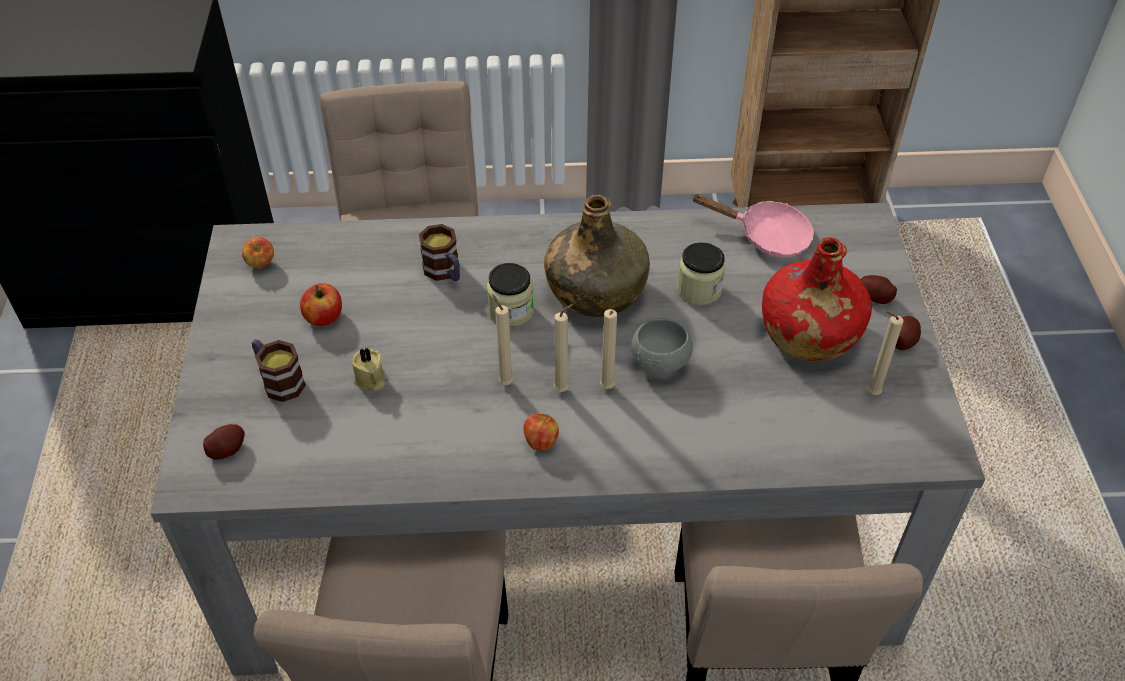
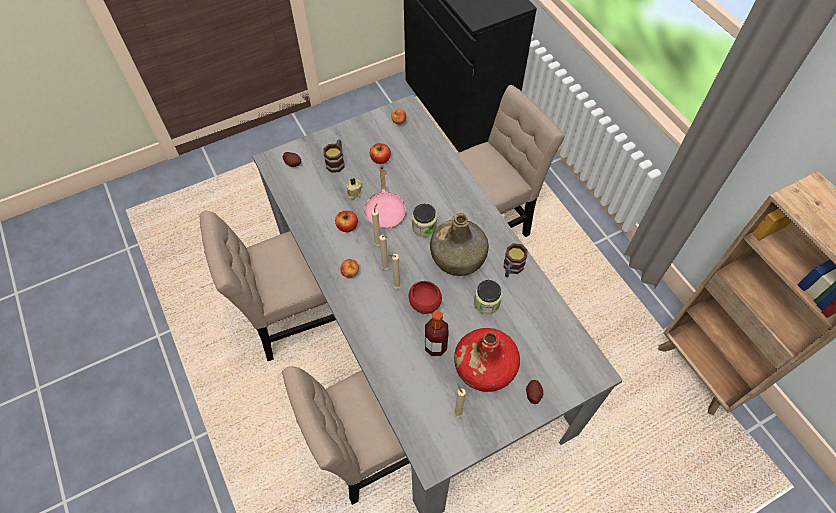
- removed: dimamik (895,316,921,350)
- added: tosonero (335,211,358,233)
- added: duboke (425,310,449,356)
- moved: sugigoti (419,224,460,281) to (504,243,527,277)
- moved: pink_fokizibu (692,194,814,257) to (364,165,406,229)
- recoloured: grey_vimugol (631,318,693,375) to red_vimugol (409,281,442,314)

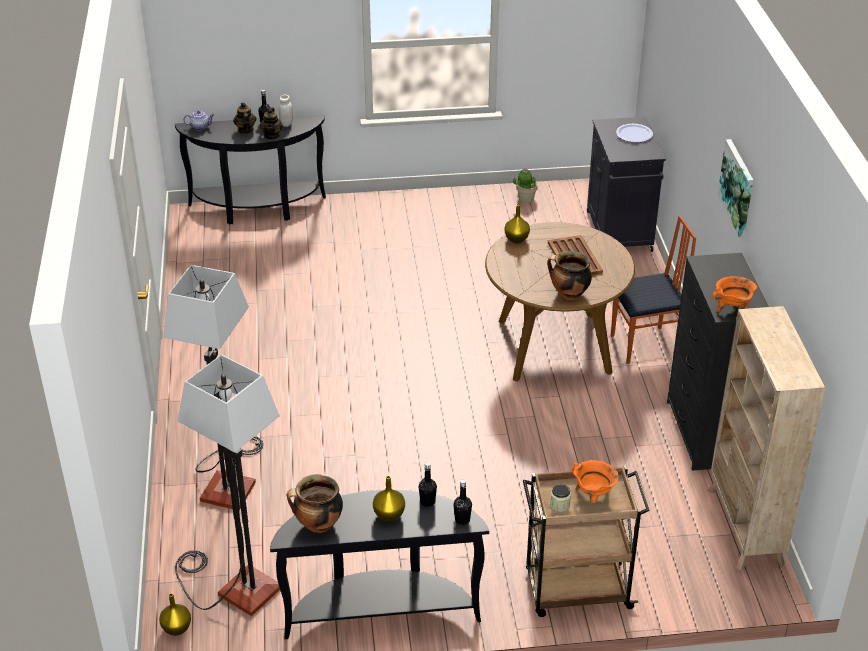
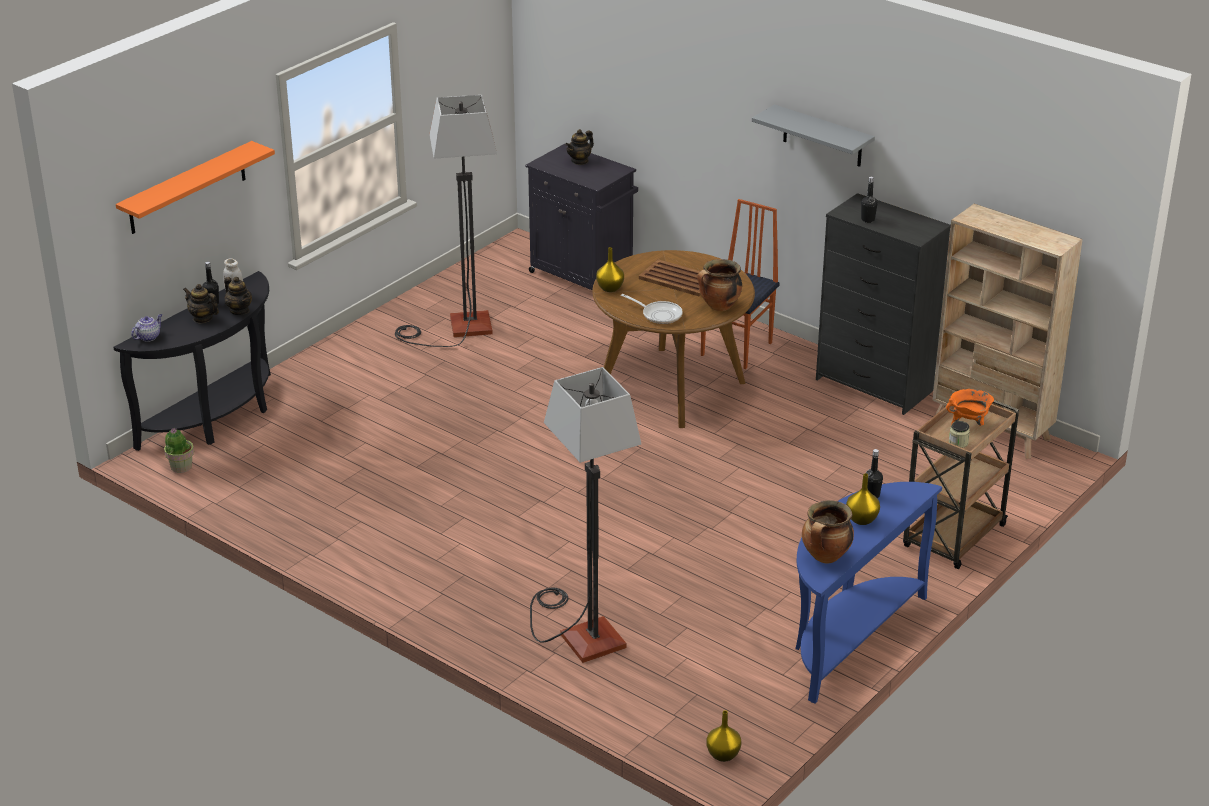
- removed: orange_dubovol (712,276,757,314)
- added: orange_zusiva (116,141,275,234)
- added: fokizibu (621,294,683,324)
- moved: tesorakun (175,354,280,616) to (395,95,497,347)
- moved: black_duboke (454,480,472,525) to (861,177,878,223)
- moved: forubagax (513,168,538,203) to (164,428,194,473)
- replaced: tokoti (616,124,653,143) to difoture (565,129,594,165)
- replaced: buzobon (718,139,753,237) to grey_zusiva (752,104,875,167)
- recoloured: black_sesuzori (270,490,489,639) to blue_sesuzori (795,482,942,703)

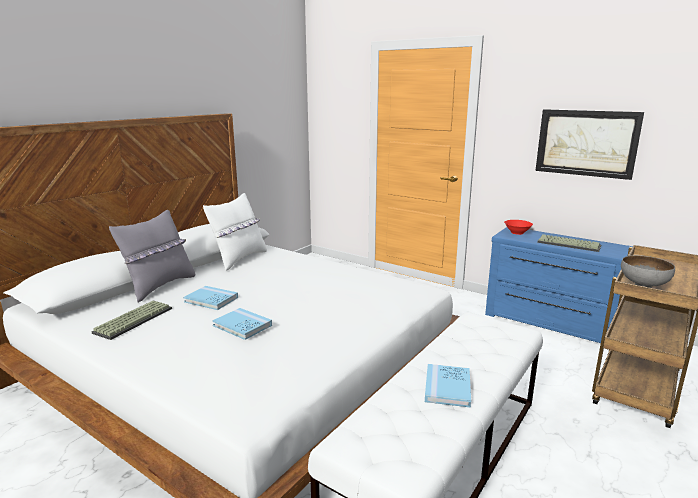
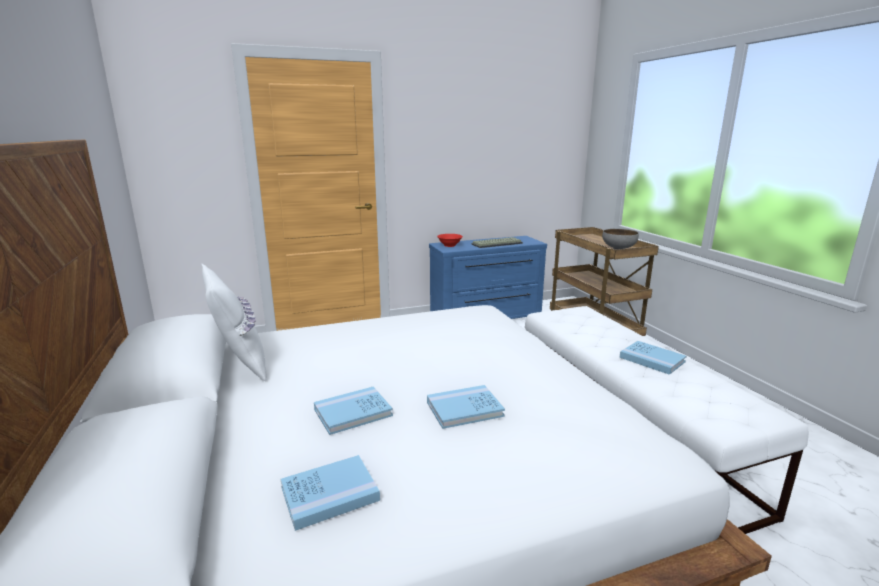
- removed: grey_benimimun (109,210,195,302)
- removed: buzobon (535,109,644,180)
- replaced: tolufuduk (92,301,172,340) to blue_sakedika (281,455,380,531)

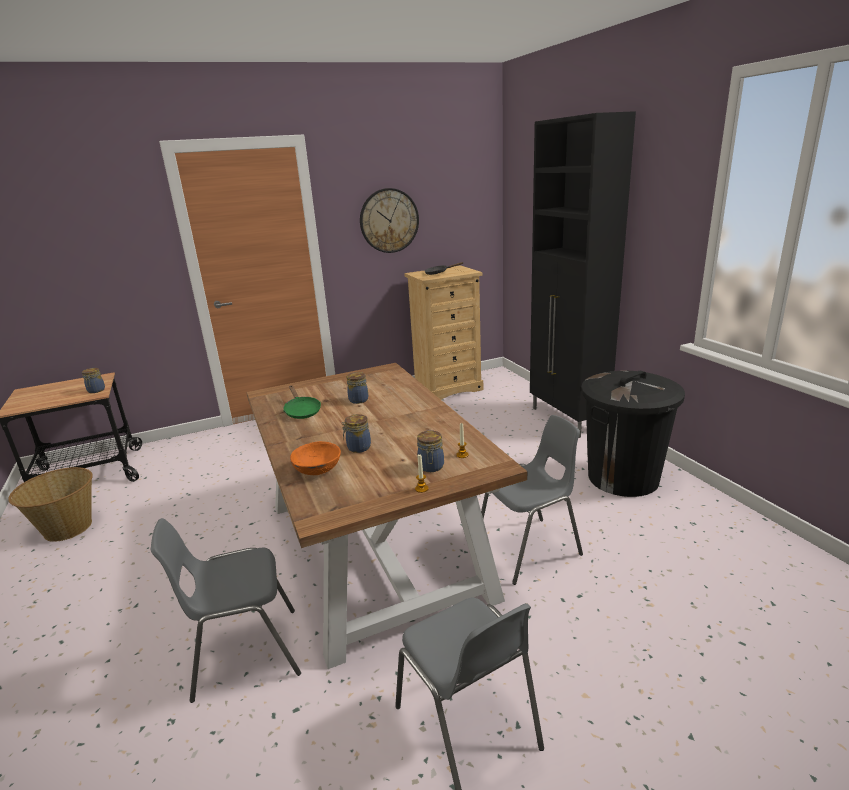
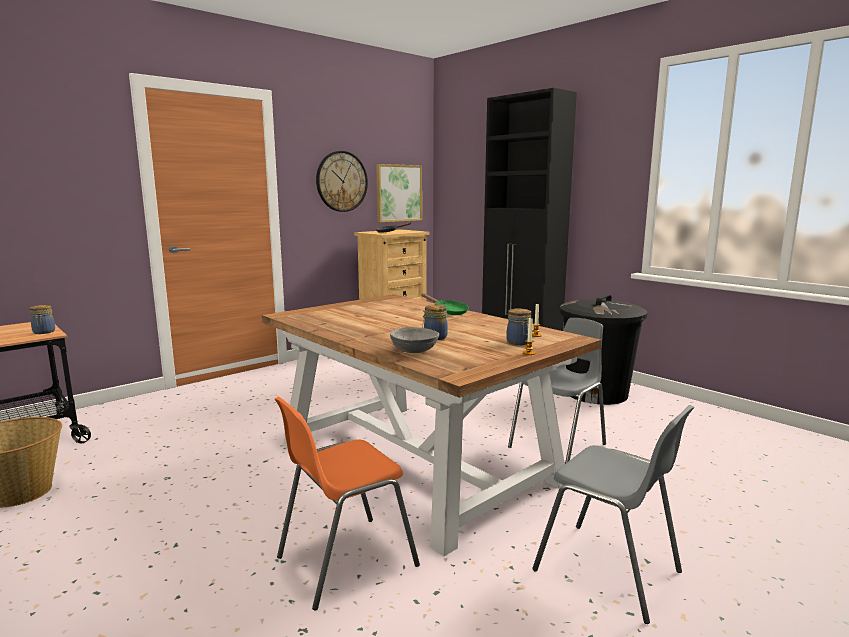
- removed: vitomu (347,372,368,404)
- added: buzobon (376,164,422,222)
- moved: green_fokizibu (283,385,321,419) to (422,294,469,315)
- recoloured: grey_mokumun (151,518,301,703) to orange_mokumun (275,397,420,610)
- recoloured: orange_vimugol (290,441,341,475) to grey_vimugol (390,327,439,353)

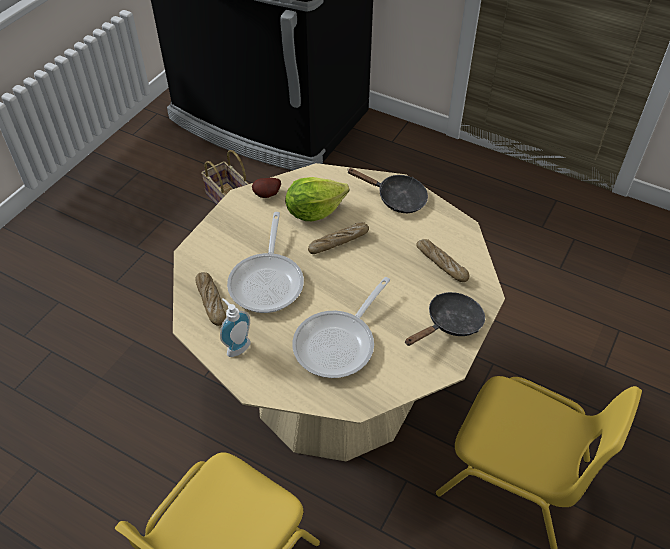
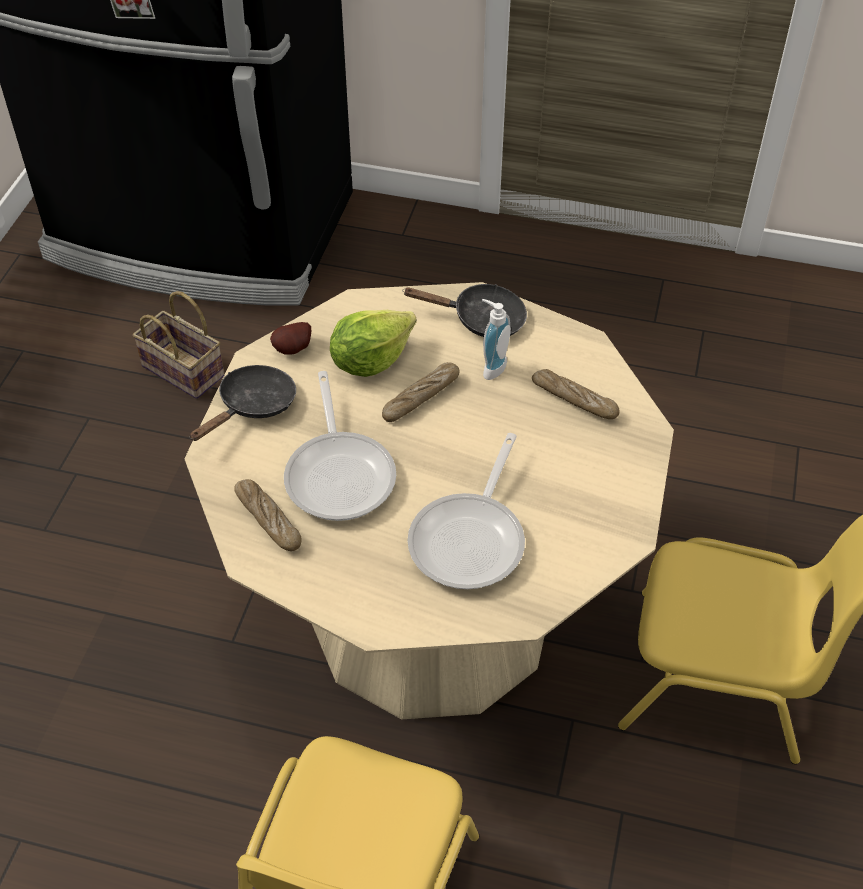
- moved: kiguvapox (220,298,251,357) to (482,299,511,380)
- moved: black_fokizibu (405,292,485,346) to (189,365,296,441)

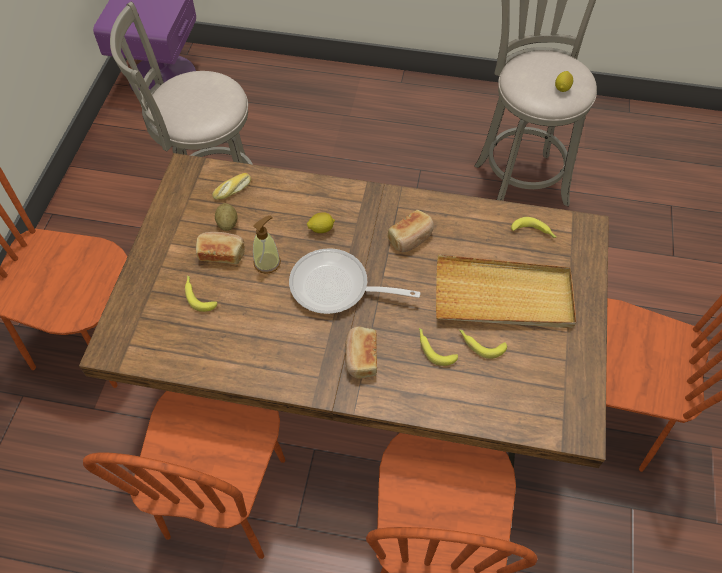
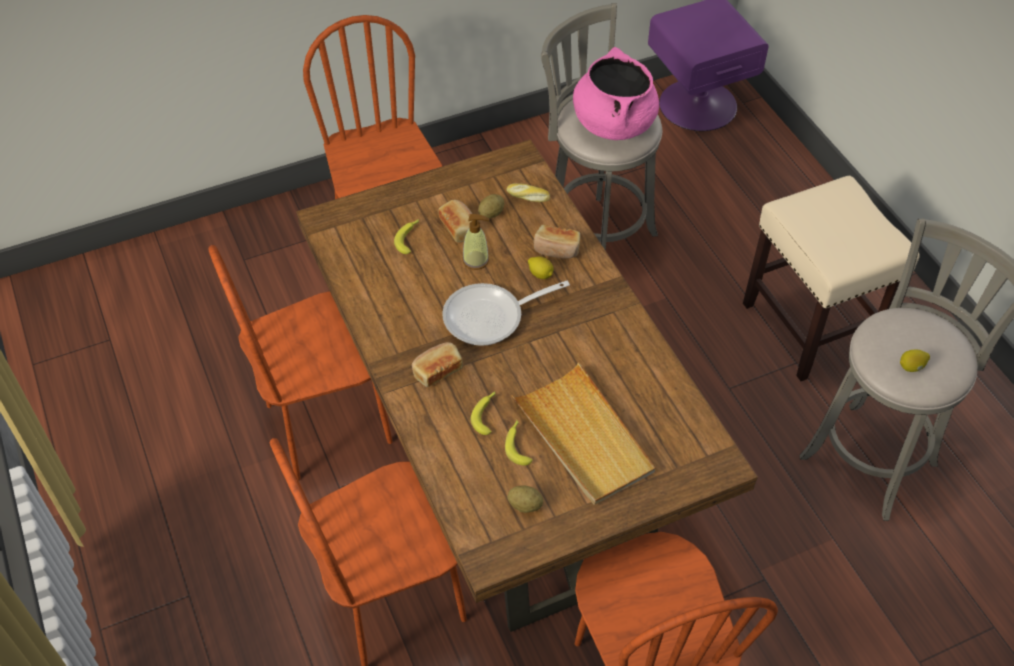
- removed: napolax (511,217,556,238)
- added: dimamik (507,485,543,513)
- added: pink_dubovol (573,47,659,140)
- added: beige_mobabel (743,176,920,381)
- moved: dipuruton (387,210,434,252) to (534,224,580,259)
- turned: fokizibu (289,248,421,314) = (442,281,570,346) 90 degrees counterclockwise

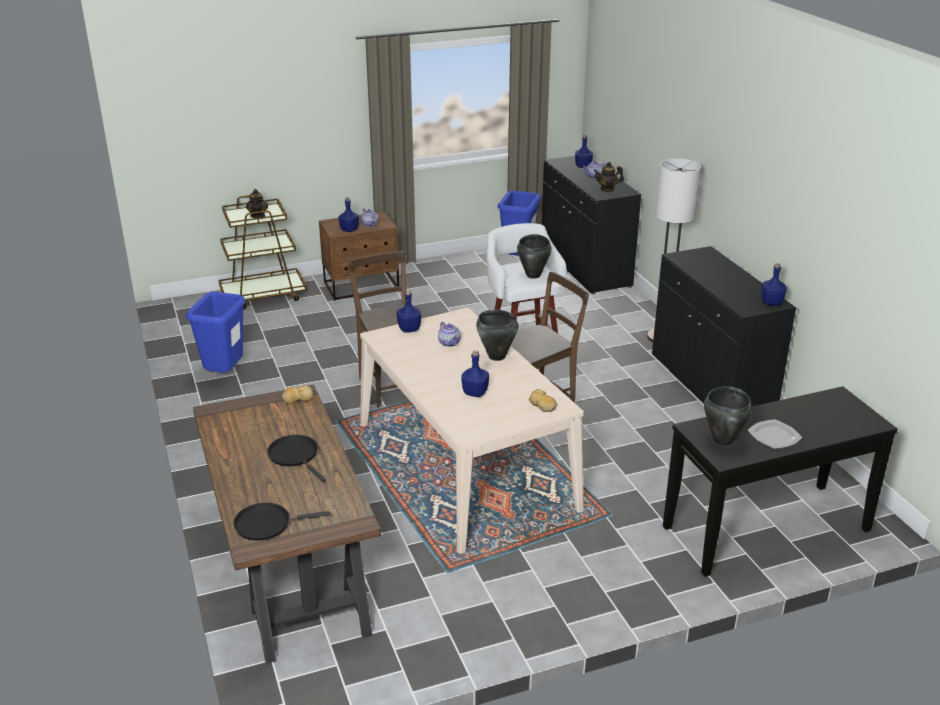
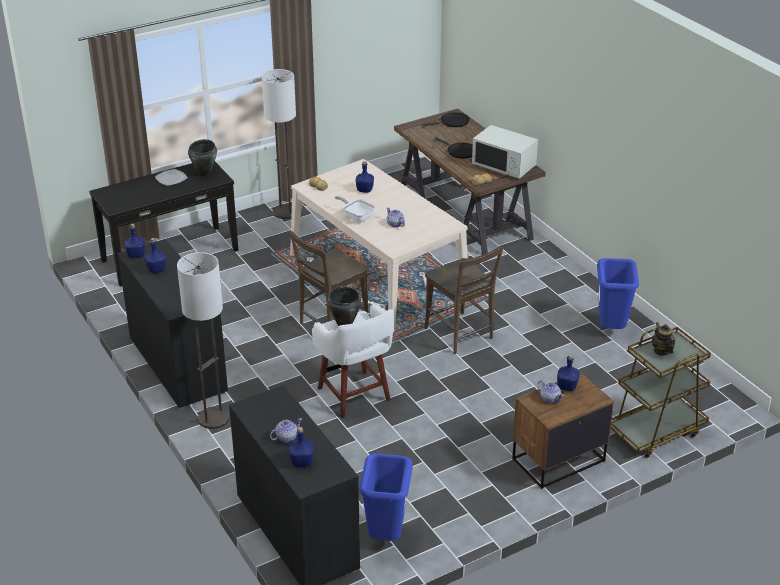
- removed: difoture (594,162,624,192)
- added: tesorakun (262,69,296,219)
- added: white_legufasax (472,125,538,179)
- moved: blue_duboke (397,290,421,333) to (144,238,166,274)
- replaced: black_dubovol (476,309,518,361) to fokizibu (335,196,375,223)

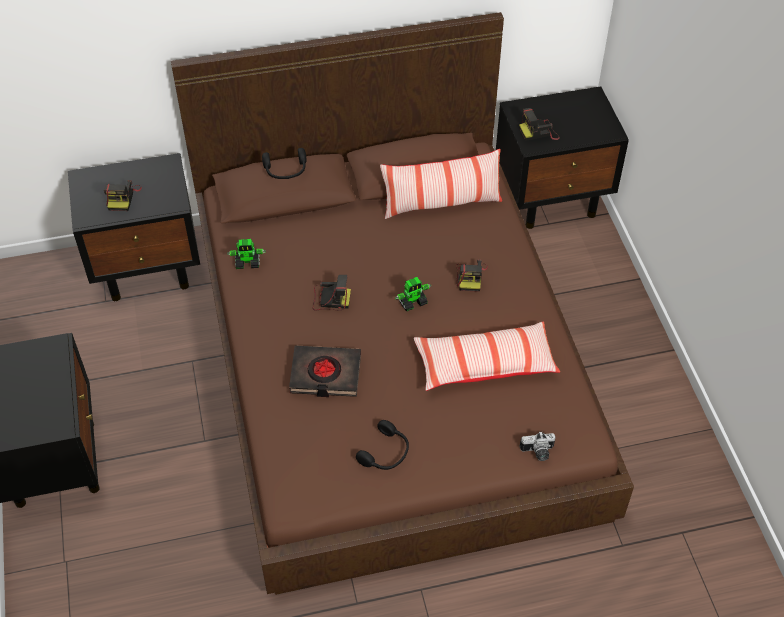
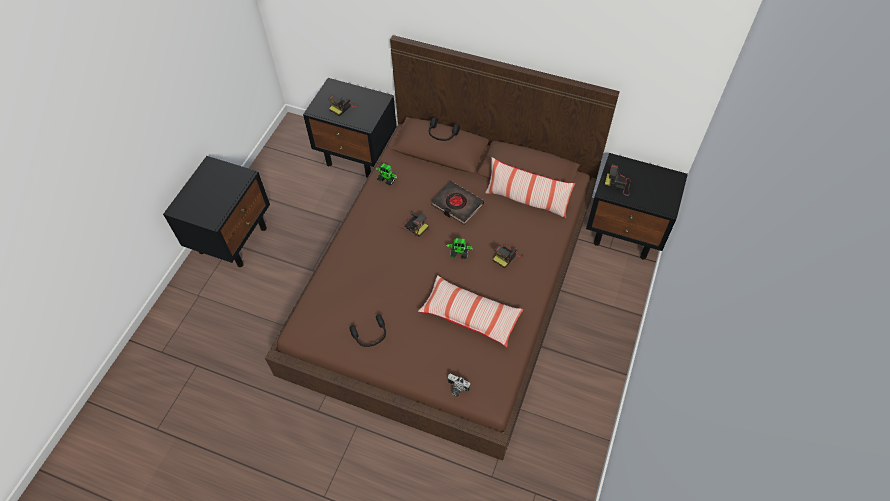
- moved: black_sakedika (289,345,361,397) to (431,181,484,225)

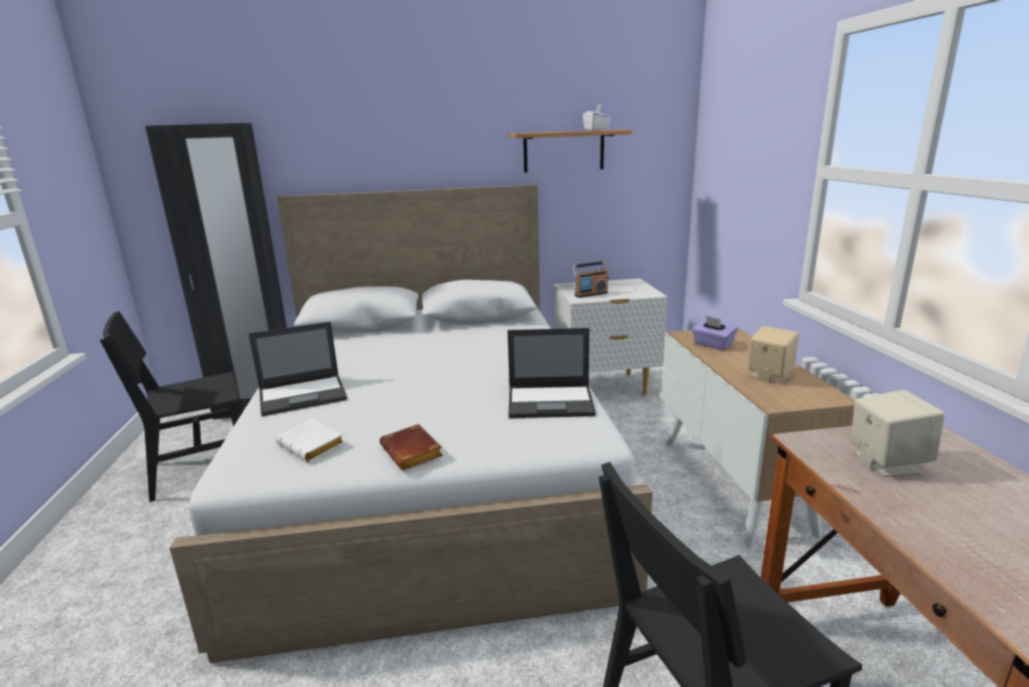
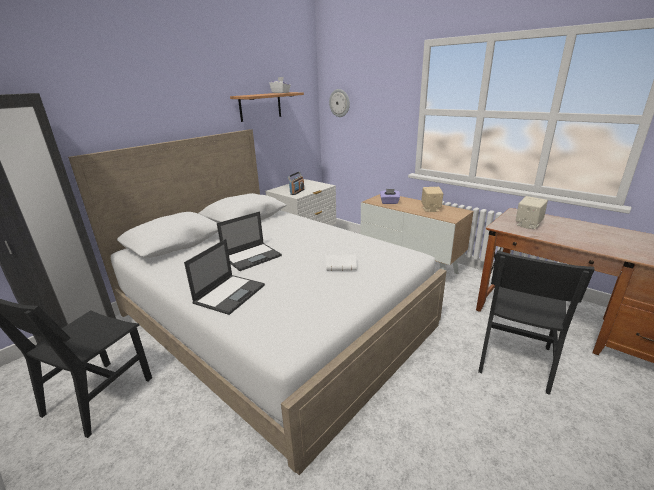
- removed: brown_sakedika (380,424,443,470)
- added: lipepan (329,89,350,117)
- moved: white_sakedika (276,419,344,462) to (326,255,357,271)
- moved: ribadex (508,328,596,418) to (217,211,282,271)

